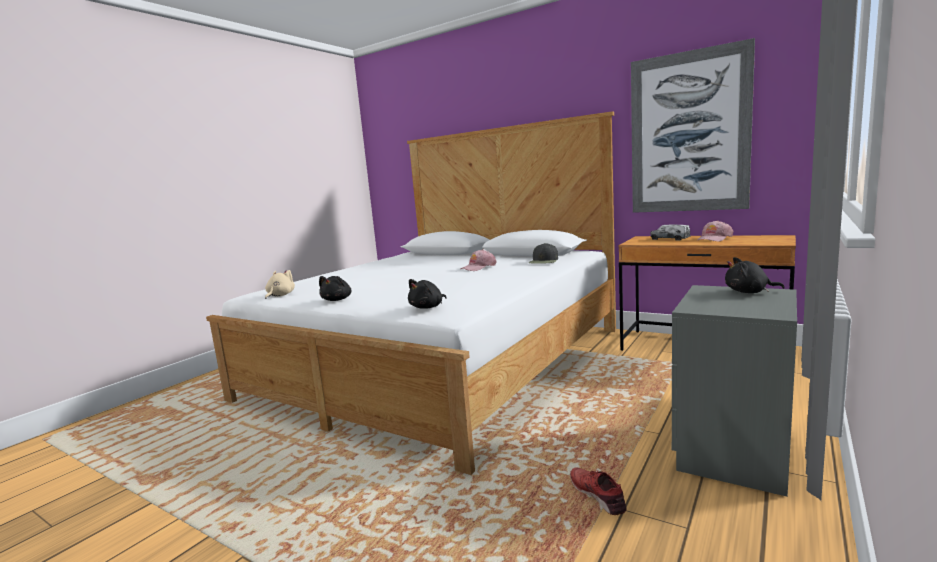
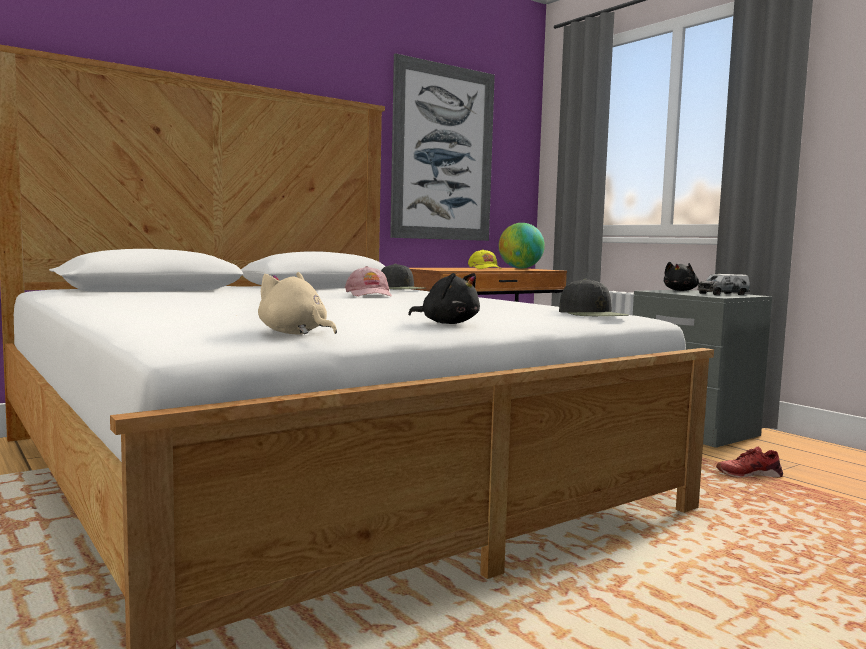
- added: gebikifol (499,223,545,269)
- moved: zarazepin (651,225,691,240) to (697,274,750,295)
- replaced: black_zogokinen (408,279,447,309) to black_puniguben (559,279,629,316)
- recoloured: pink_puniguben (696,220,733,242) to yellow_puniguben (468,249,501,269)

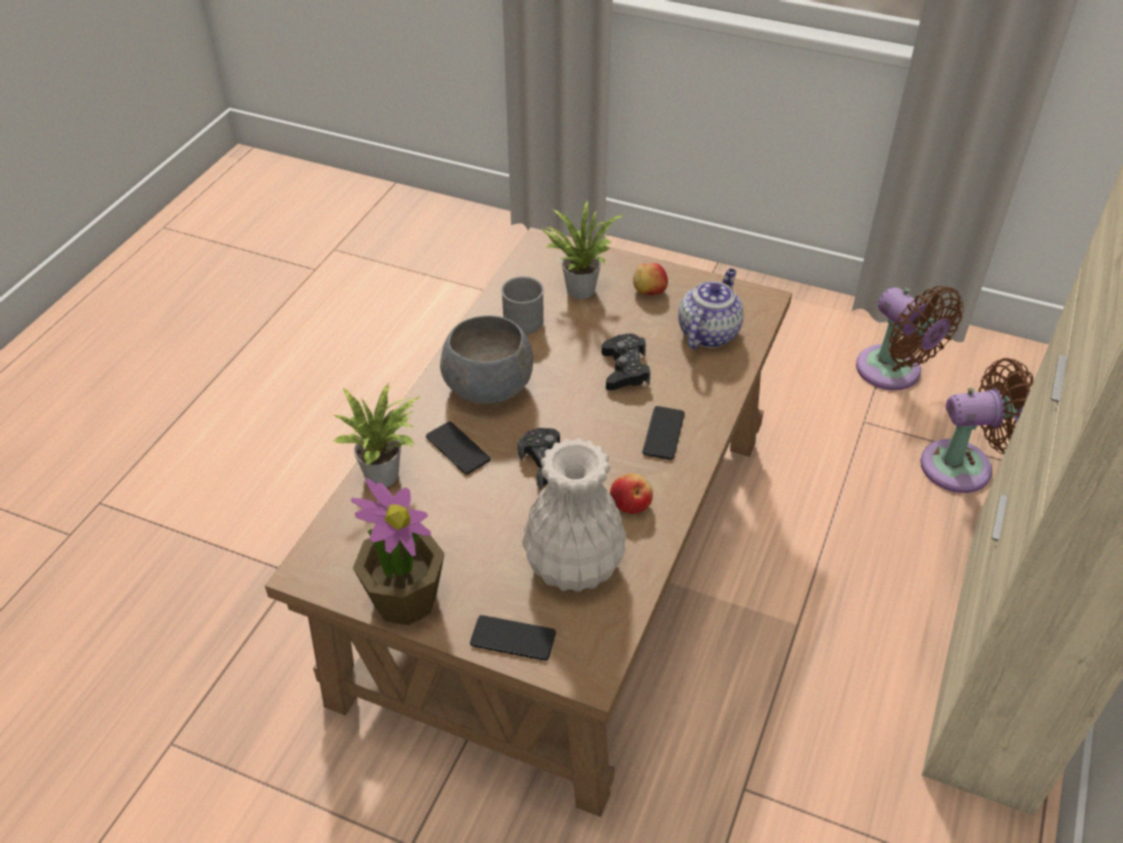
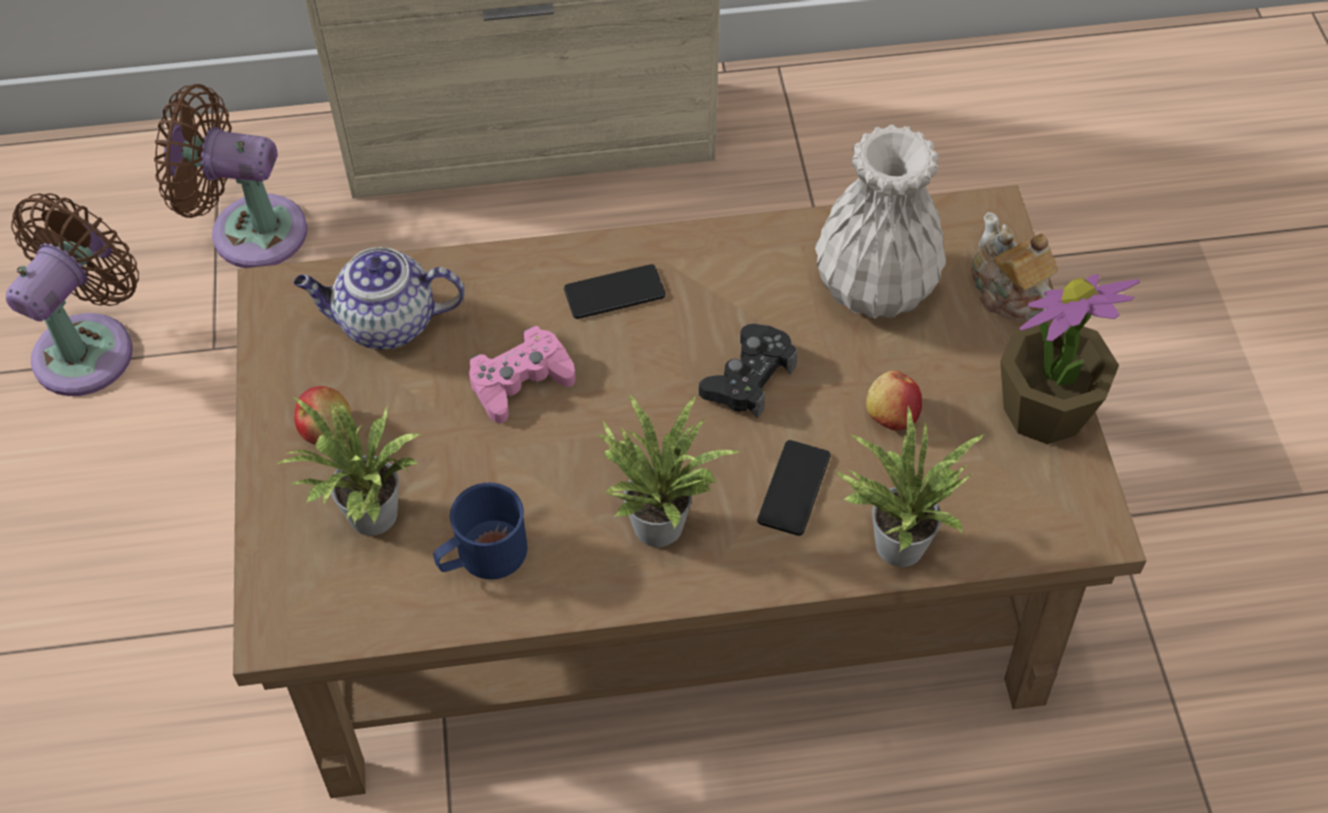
- moved: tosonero (610,473,653,514) to (866,371,922,430)
- replaced: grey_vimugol (440,315,533,403) to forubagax (597,394,741,547)
- replaced: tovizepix (470,615,556,661) to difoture (971,212,1059,321)
- recoloured: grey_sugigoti (501,276,544,334) to blue_sugigoti (433,483,527,579)
- recoloured: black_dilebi (602,334,650,390) to pink_dilebi (469,326,576,424)
- turned: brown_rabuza (920,358,1034,493) = (154,84,307,268) 45 degrees counterclockwise

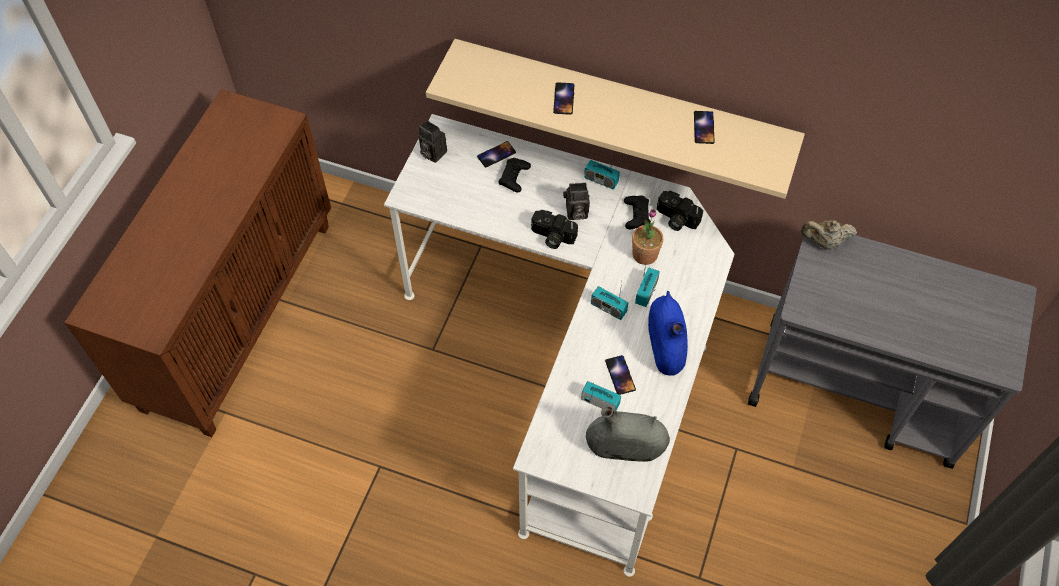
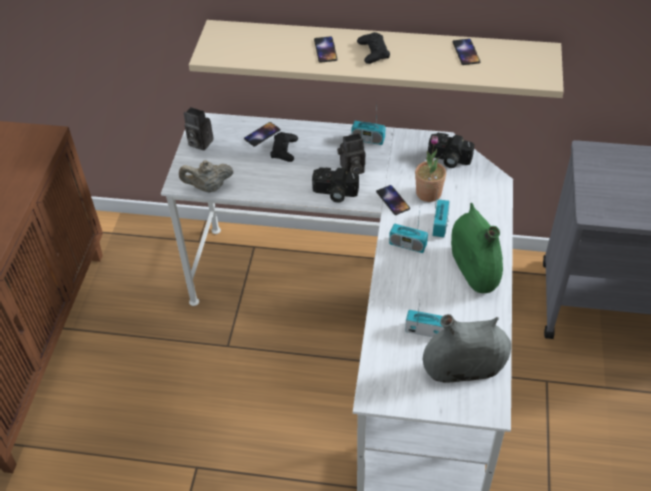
- moved: tovizepix (605,355,636,395) to (376,185,410,215)
- moved: black_dilebi (624,196,650,229) to (357,32,390,64)
- moved: beige_difoture (801,220,857,250) to (179,160,234,192)
- recoloured: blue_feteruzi (648,291,688,376) to green_feteruzi (451,203,503,293)

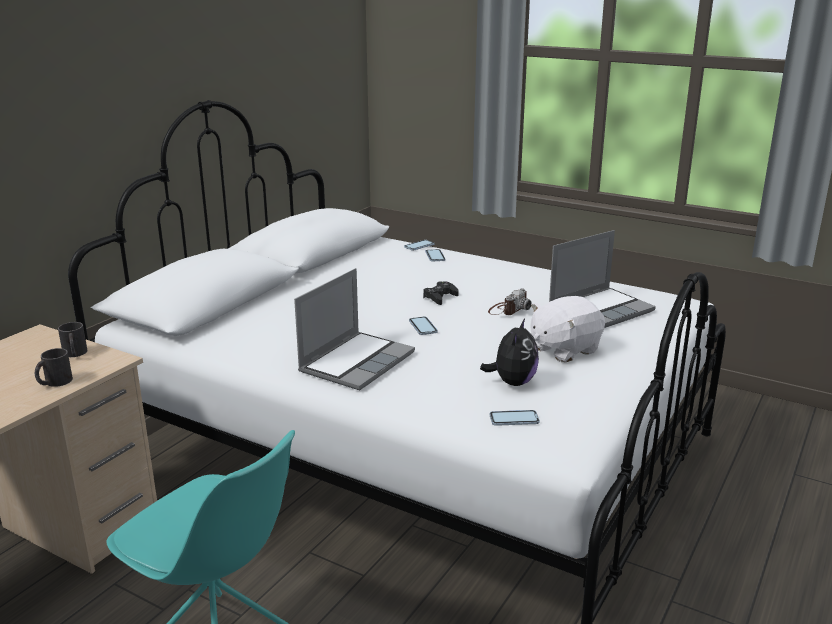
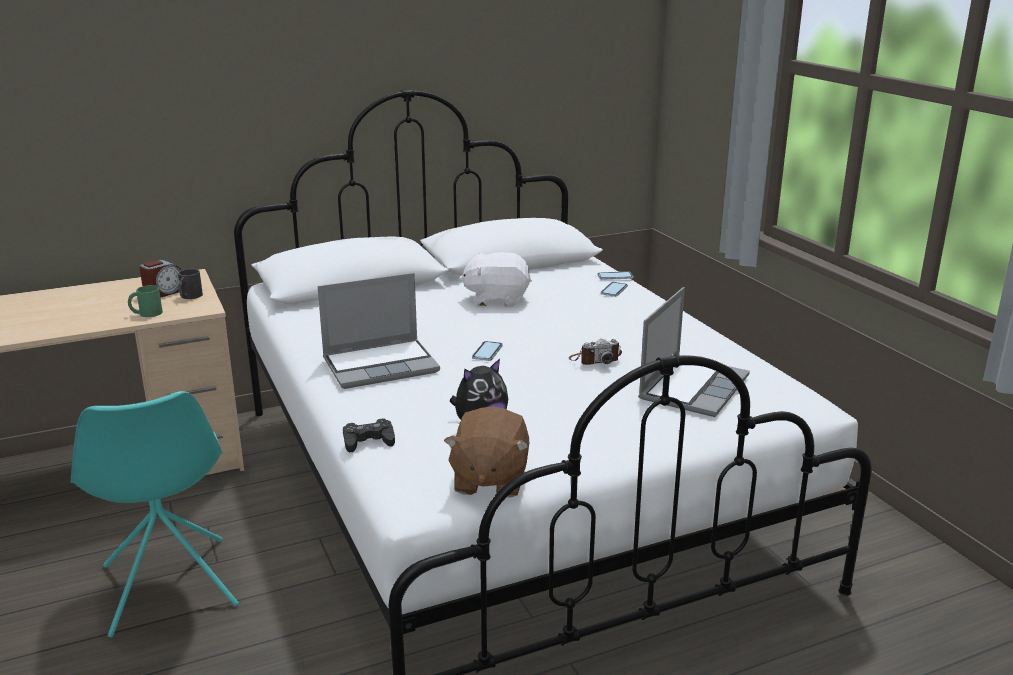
- removed: tovizepix (490,410,540,426)
- added: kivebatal (139,260,182,298)
- added: brown_zogokinen (444,406,529,498)
- moved: black_dilebi (423,281,459,305) to (343,418,395,452)
- moved: white_zogokinen (530,296,605,362) to (459,252,532,306)
- recoloured: black_sugigoti (35,348,73,387) to green_sugigoti (128,285,163,317)
- turned: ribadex (549,230,656,328) = (638,287,750,417) 60 degrees counterclockwise

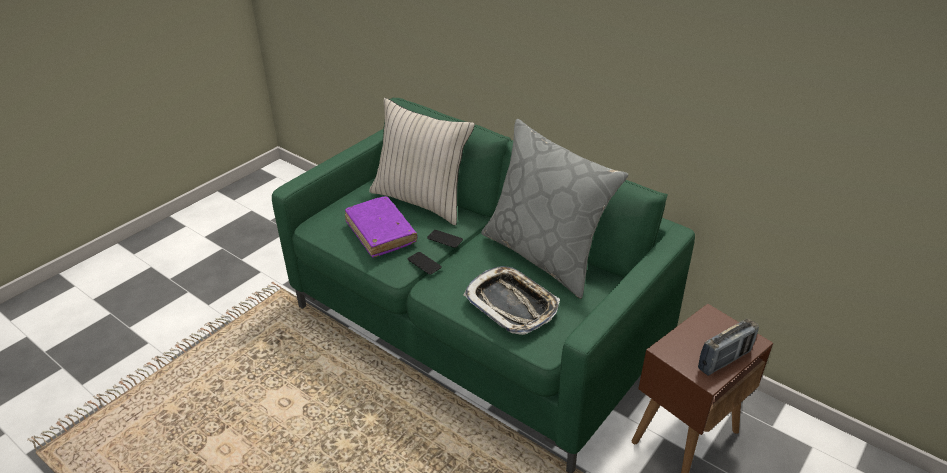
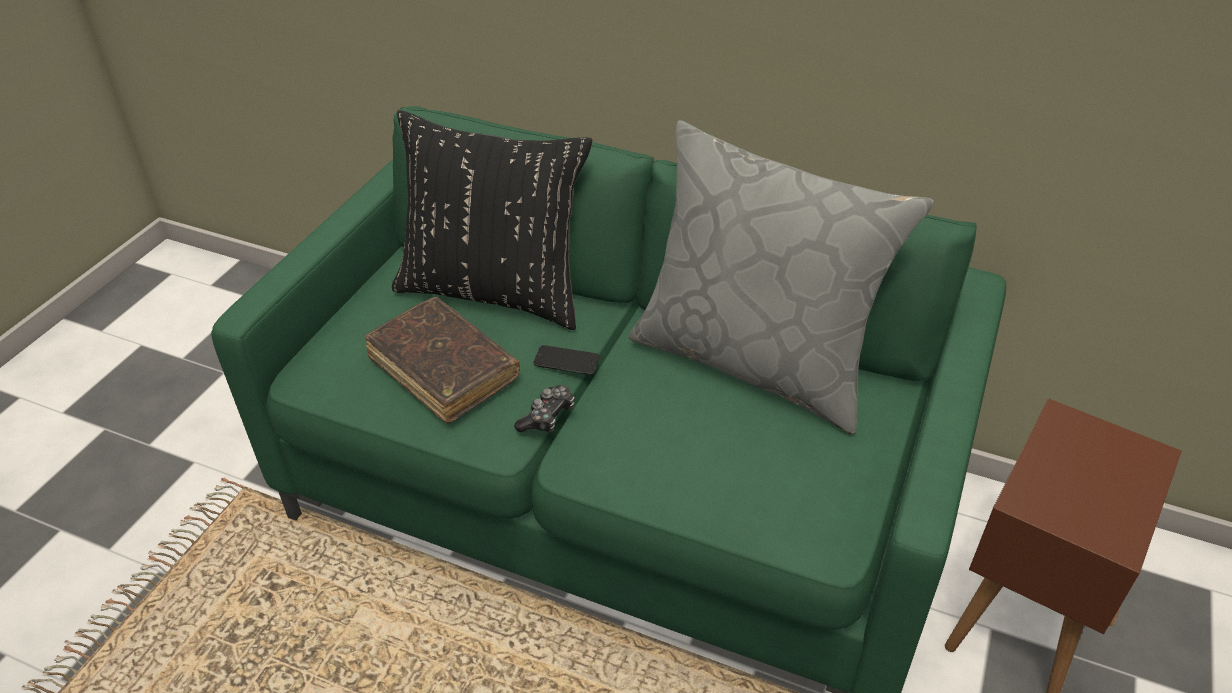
- removed: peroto (464,266,560,335)
- removed: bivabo (698,319,759,376)
- replaced: tovizepix (408,252,442,274) to dilebi (514,385,575,433)
- recoloured: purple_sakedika (345,196,417,258) to brown_sakedika (365,297,520,423)
- recoloured: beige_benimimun (369,98,475,225) to black_benimimun (392,110,592,330)

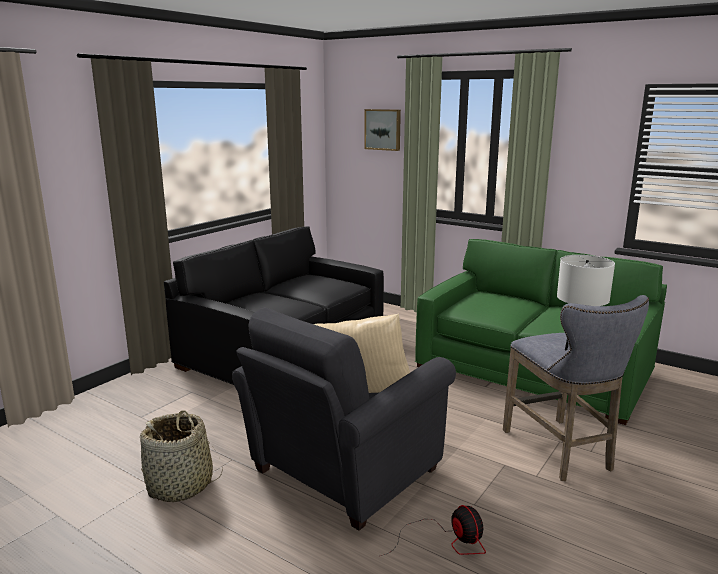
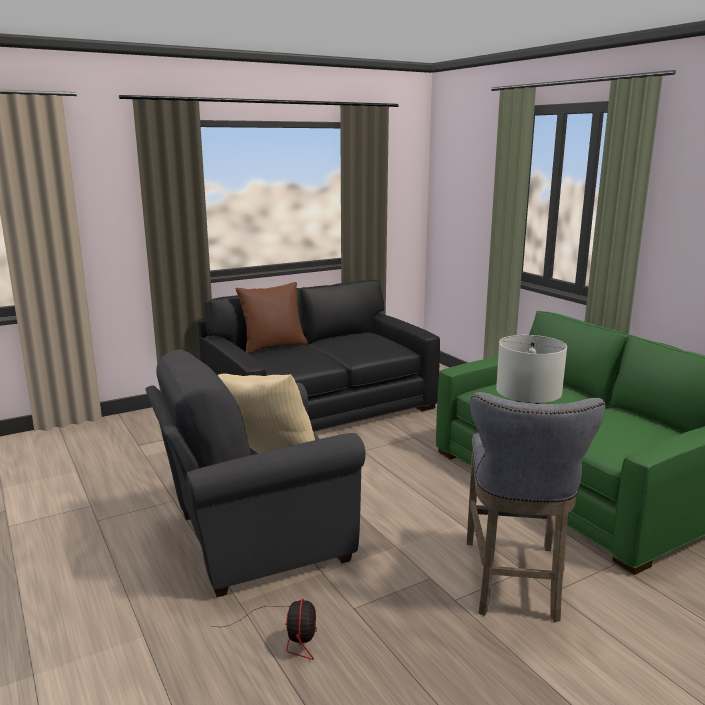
- removed: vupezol (140,410,223,502)
- removed: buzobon (365,109,401,151)
- added: brown_benimimun (236,282,308,354)

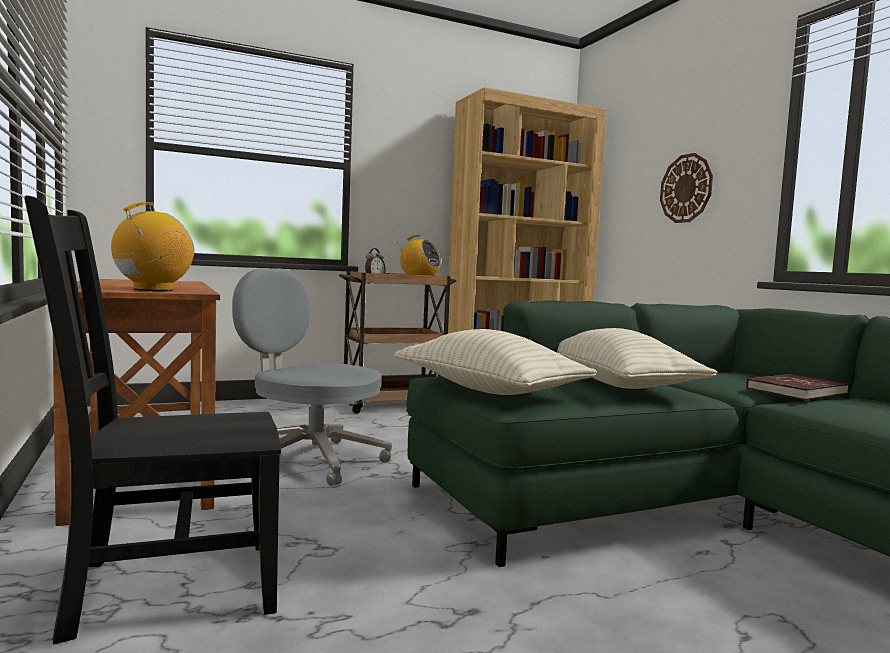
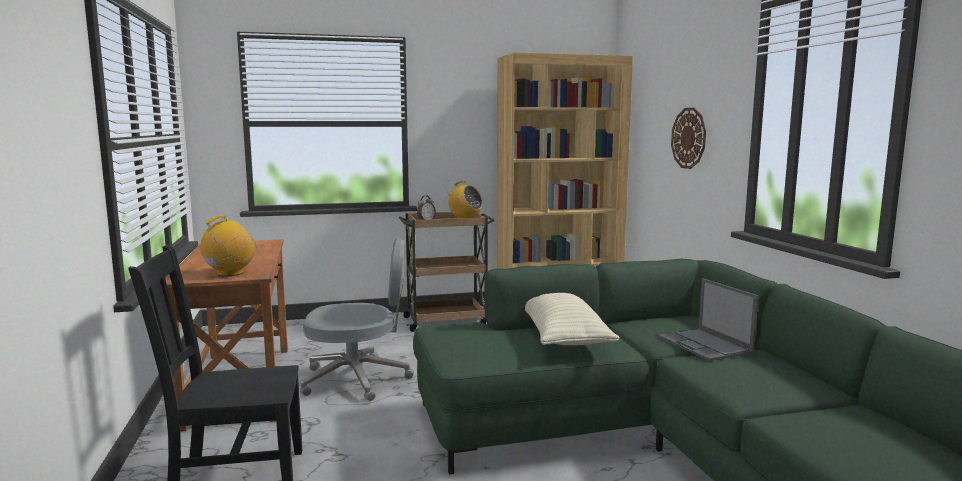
- removed: beige_benimimun (394,329,597,395)
- replaced: red_sakedika (746,374,849,400) to ribadex (658,278,758,361)
- turned: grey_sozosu (232,268,392,486) = (300,238,414,401) 135 degrees clockwise

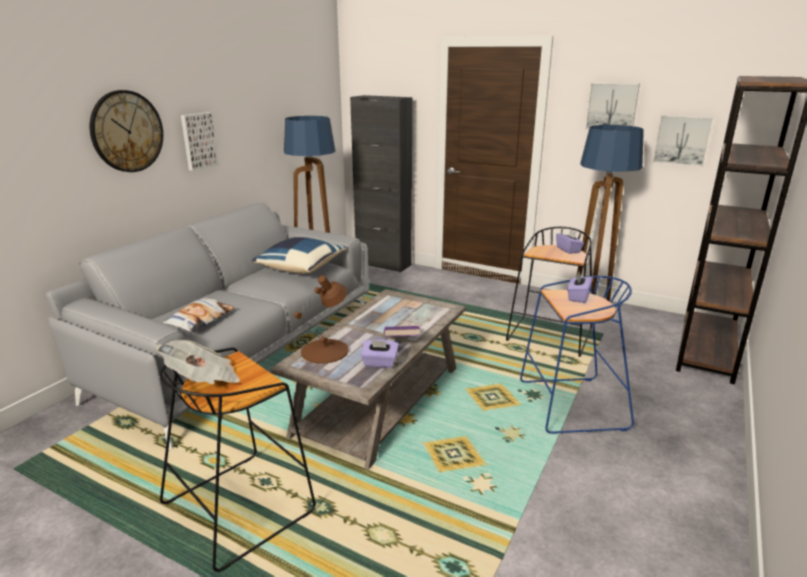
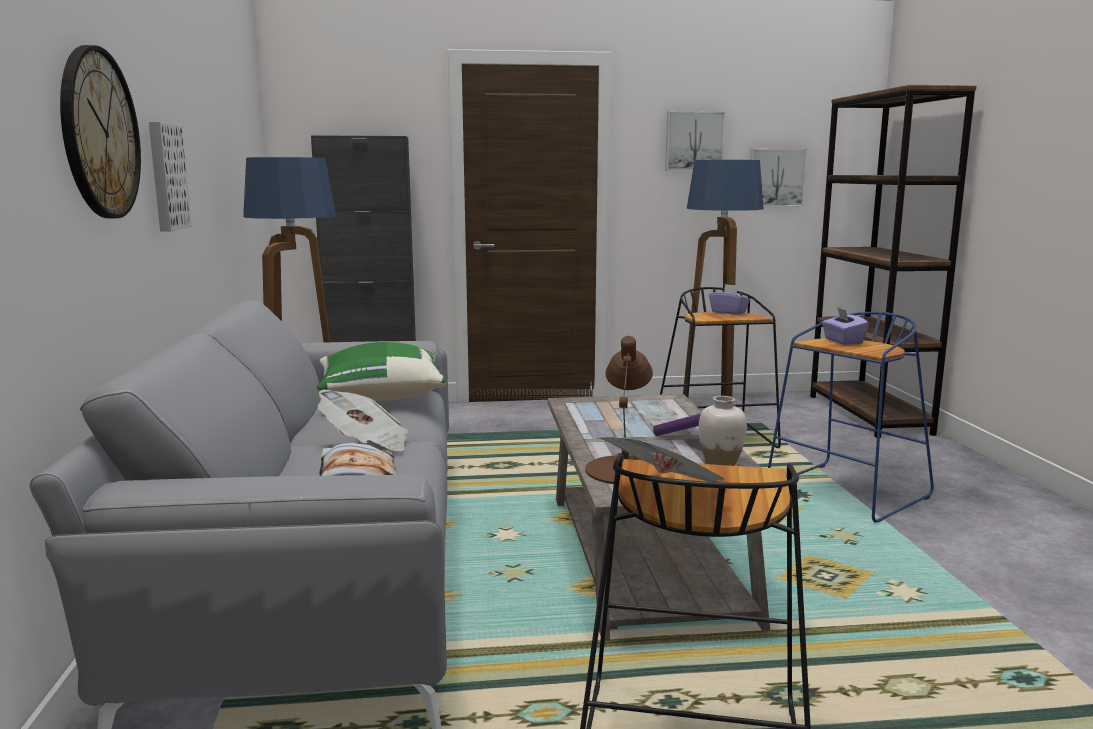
- added: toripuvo (318,390,408,452)
- replaced: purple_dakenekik (361,339,399,368) to white_feteruzi (699,396,747,466)
- recoloured: blue_benimimun (252,237,346,274) to green_benimimun (317,342,446,401)

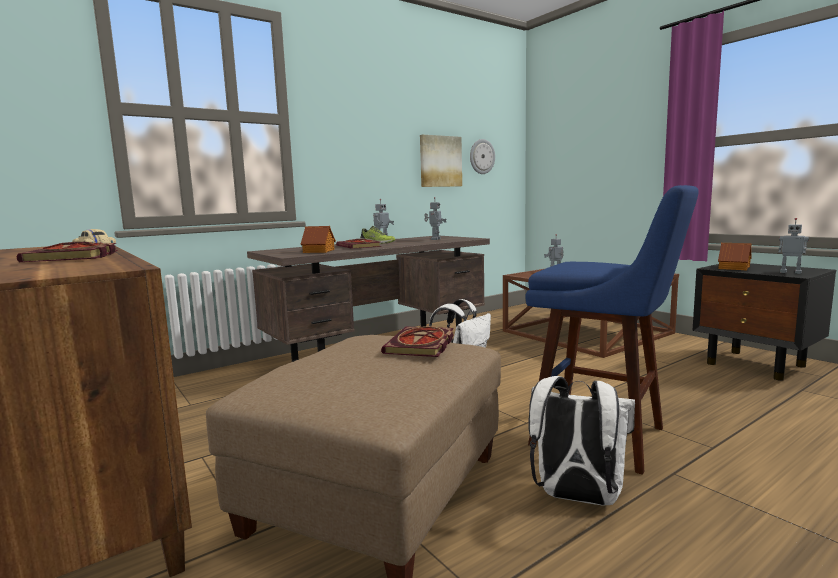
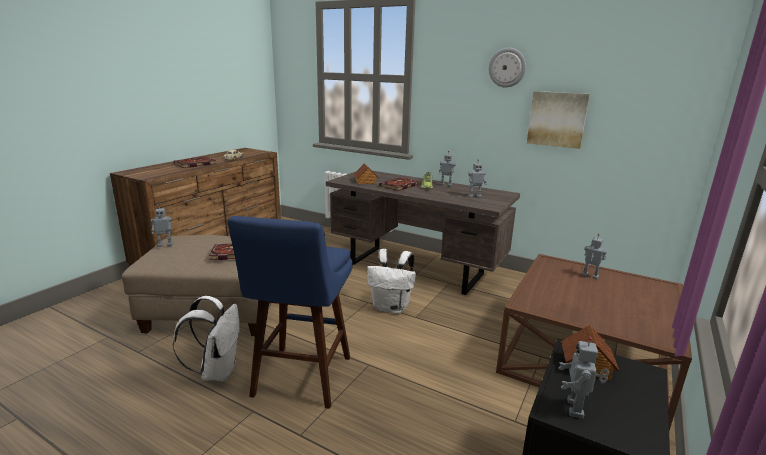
- added: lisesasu (151,204,173,247)
- moved: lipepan (470,139,495,174) to (489,48,526,87)

